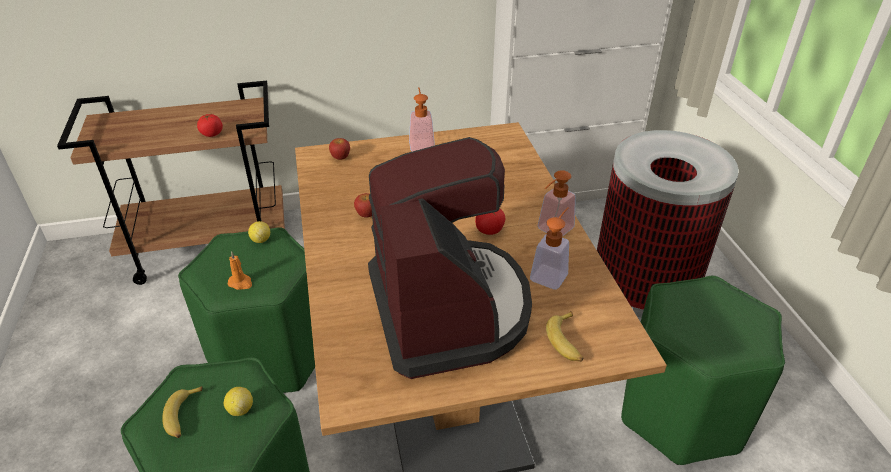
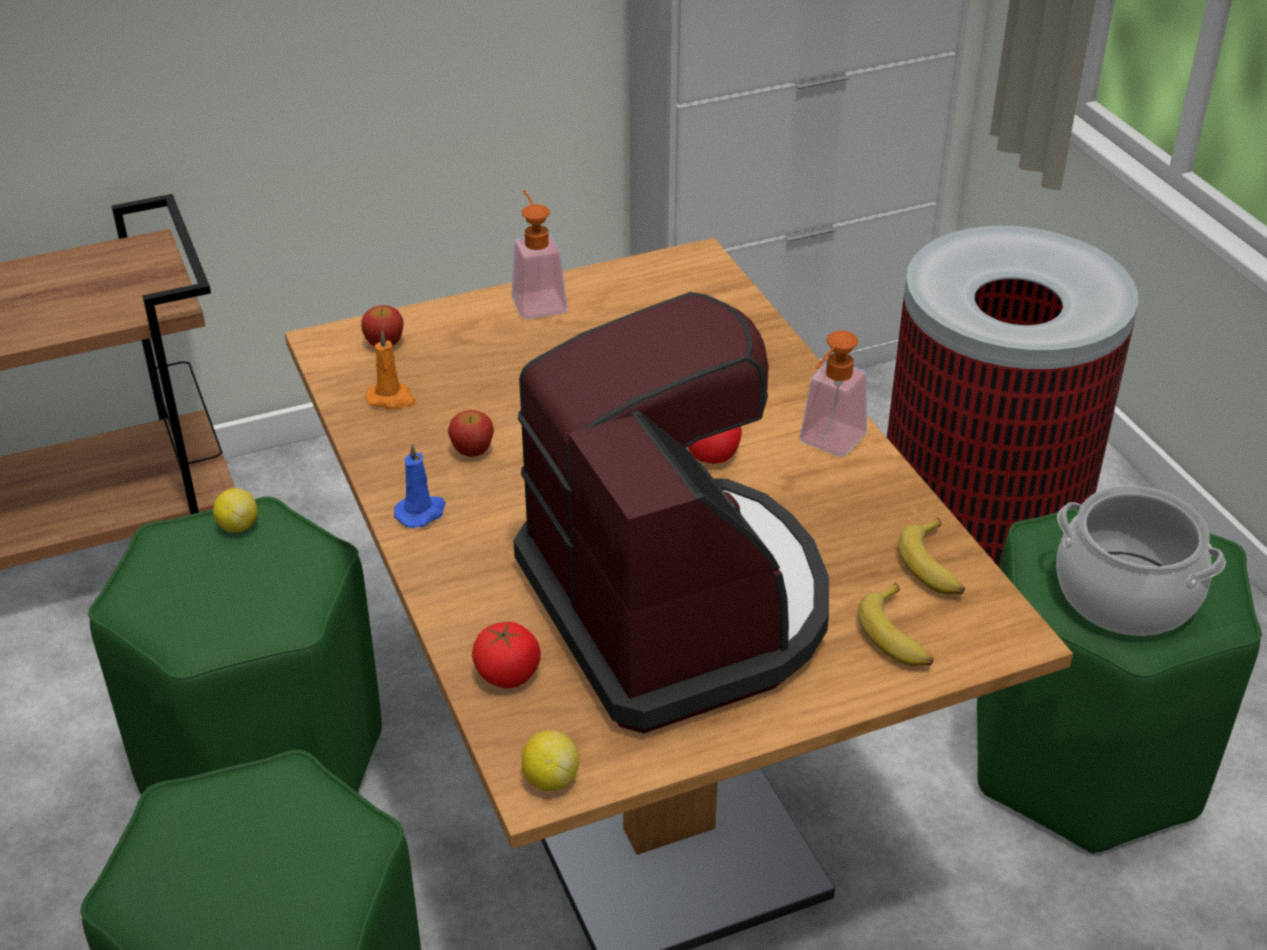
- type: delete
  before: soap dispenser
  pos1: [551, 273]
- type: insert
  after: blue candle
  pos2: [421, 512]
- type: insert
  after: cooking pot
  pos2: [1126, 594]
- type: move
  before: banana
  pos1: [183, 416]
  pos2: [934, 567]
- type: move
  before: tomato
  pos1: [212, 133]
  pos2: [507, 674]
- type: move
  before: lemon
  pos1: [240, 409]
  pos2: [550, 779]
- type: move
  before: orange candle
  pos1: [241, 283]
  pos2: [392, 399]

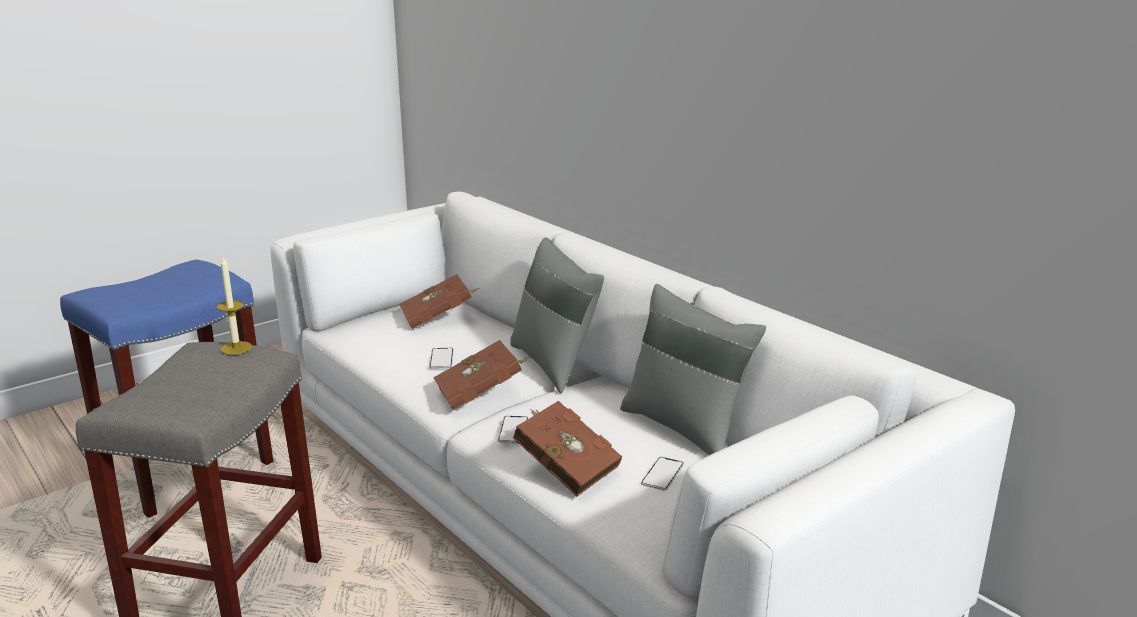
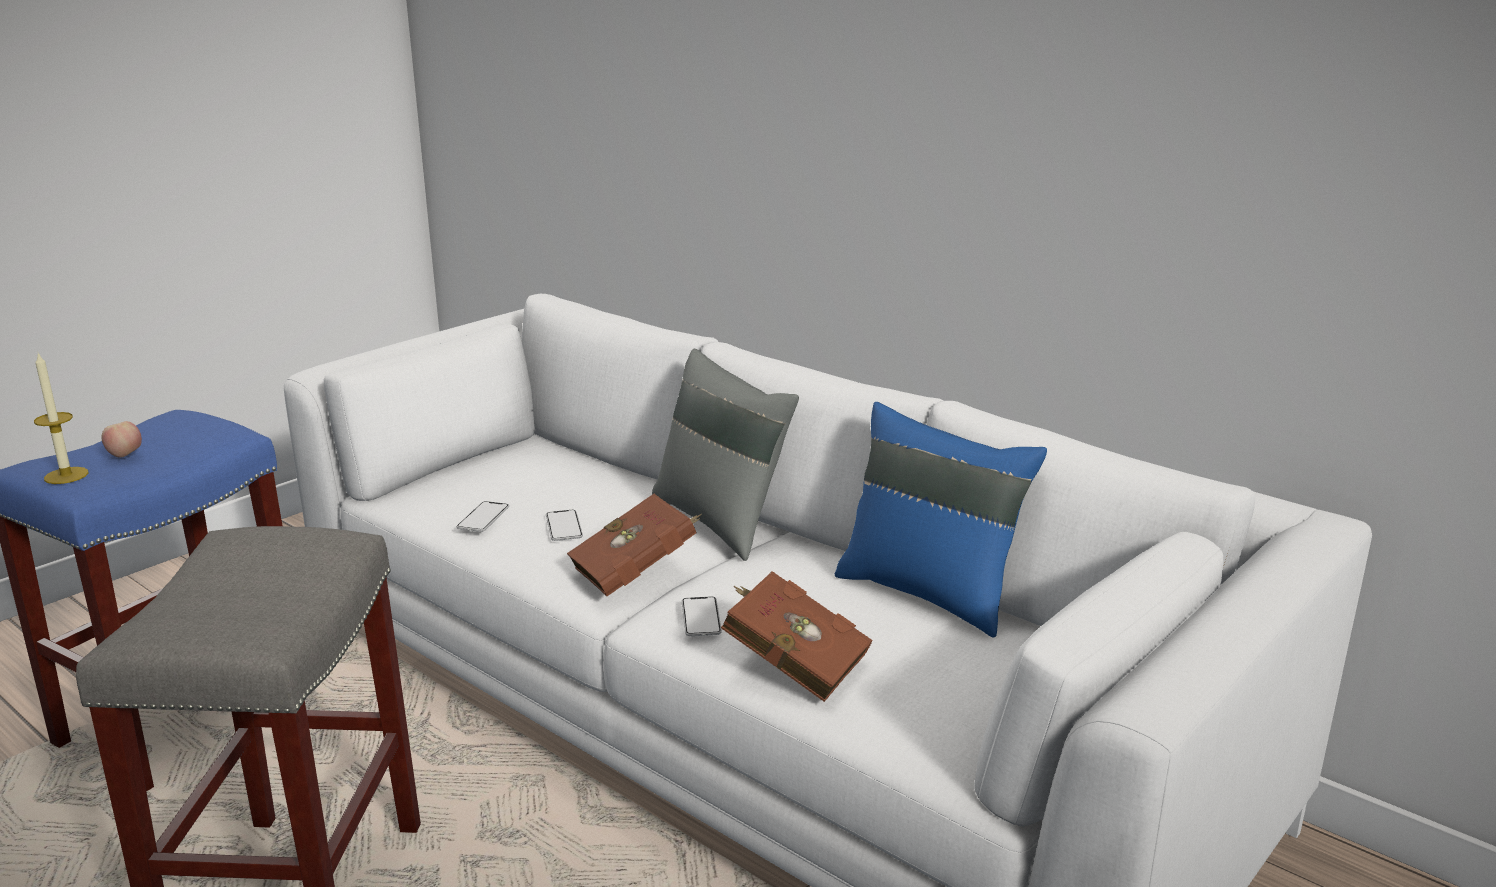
- type: delete
  before: brown book
  pos1: [439, 319]
- type: insert
  after: apple
  pos2: [125, 455]
- type: move
  before: candle
  pos1: [236, 348]
  pos2: [66, 475]
- type: move
  before: phone
  pos1: [662, 474]
  pos2: [483, 518]
- type: recolor
  before: grey pillow
  after: blue pillow
  pos1: [686, 427]
  pos2: [930, 593]

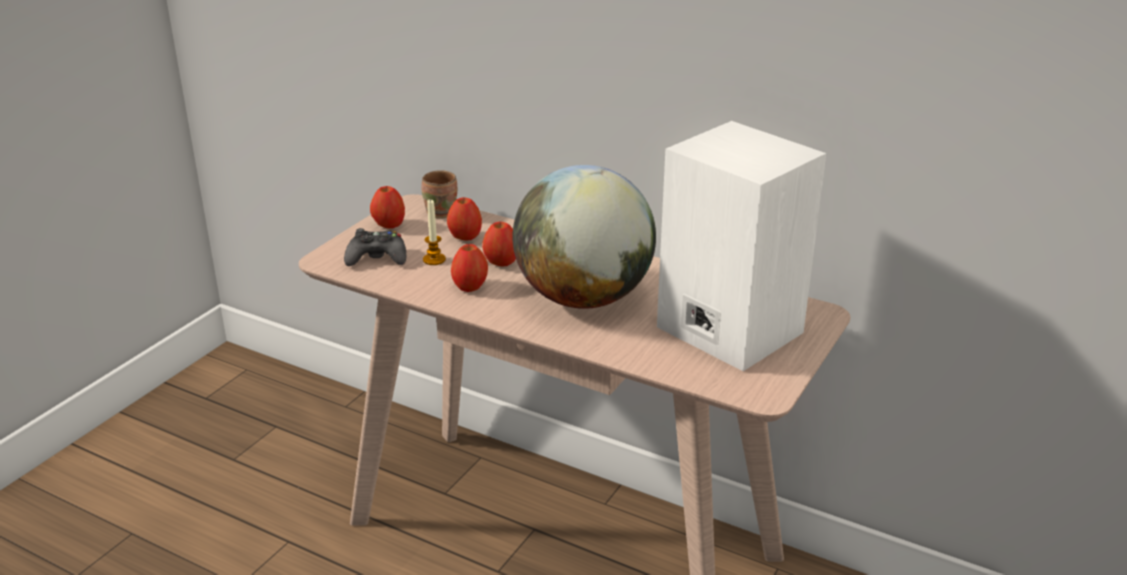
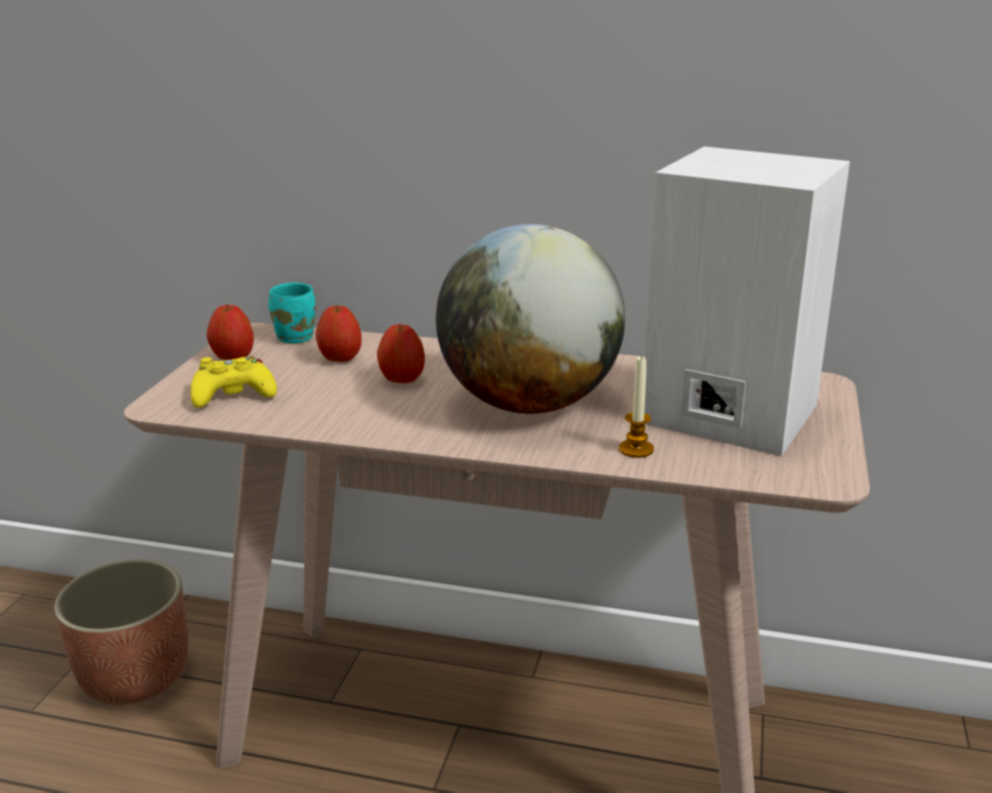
- type: delete
  before: apple
  pos1: [470, 287]
- type: insert
  after: planter
  pos2: [136, 676]
- type: move
  before: candle
  pos1: [434, 259]
  pos2: [636, 449]
- type: recolor
  before: black game controller
  after: yellow game controller
  pos1: [377, 258]
  pos2: [233, 394]
- type: recolor
  before: brown mug
  after: turquoise mug
  pos1: [443, 212]
  pos2: [297, 337]

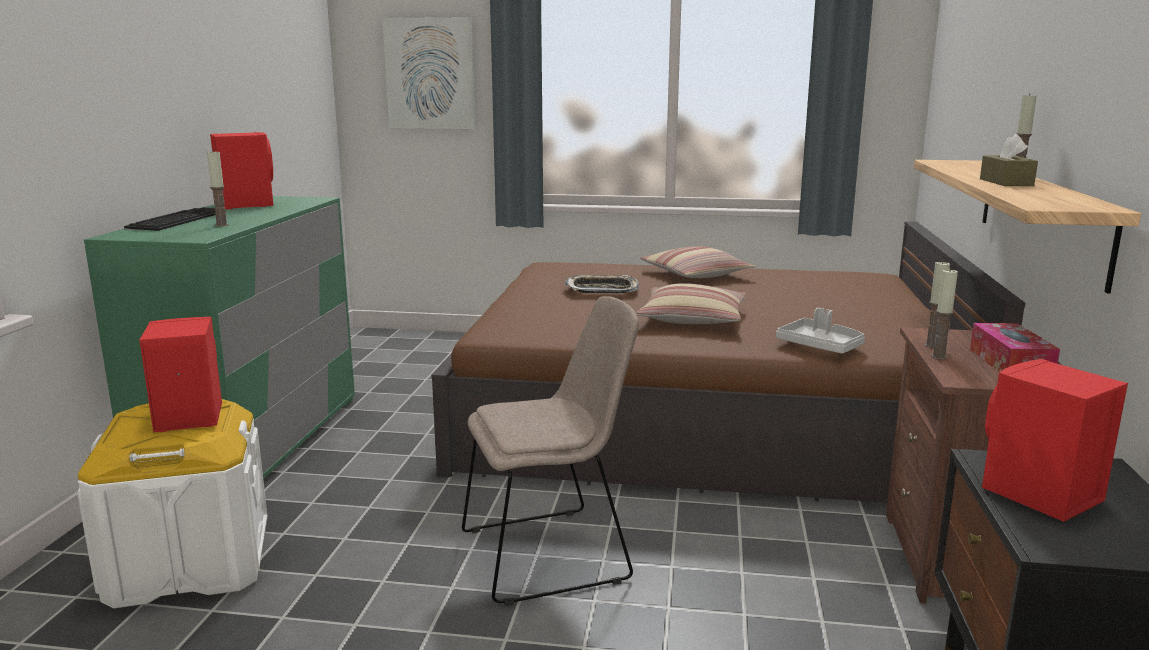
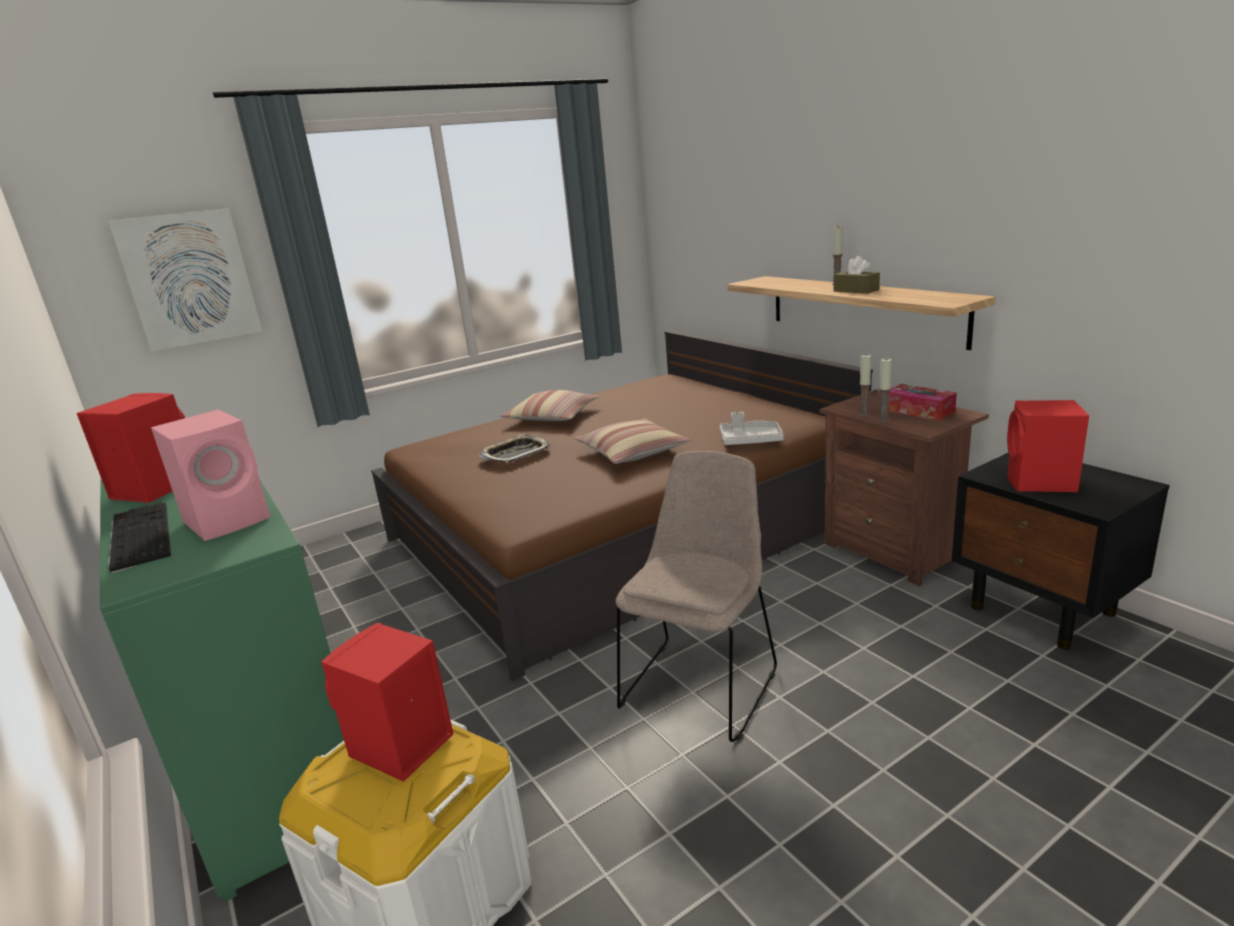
- type: replace
  before: candle
  after: pink speaker
  pos1: [221, 225]
  pos2: [230, 519]

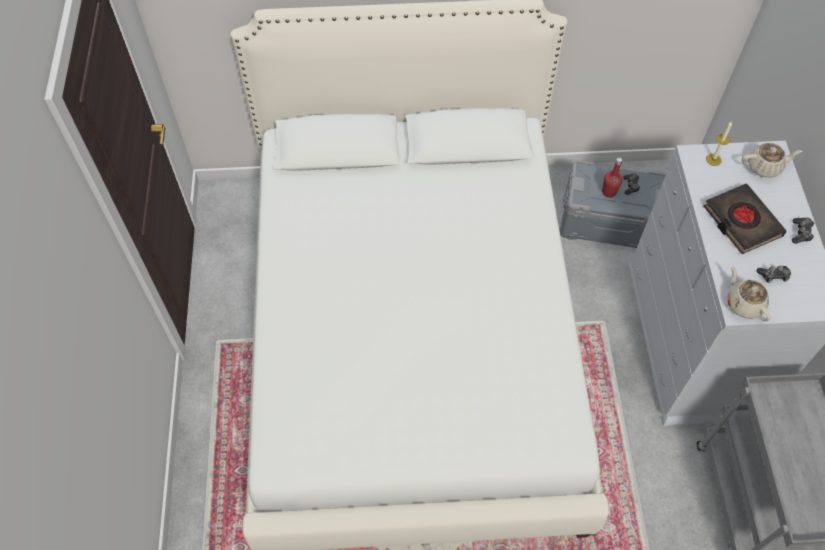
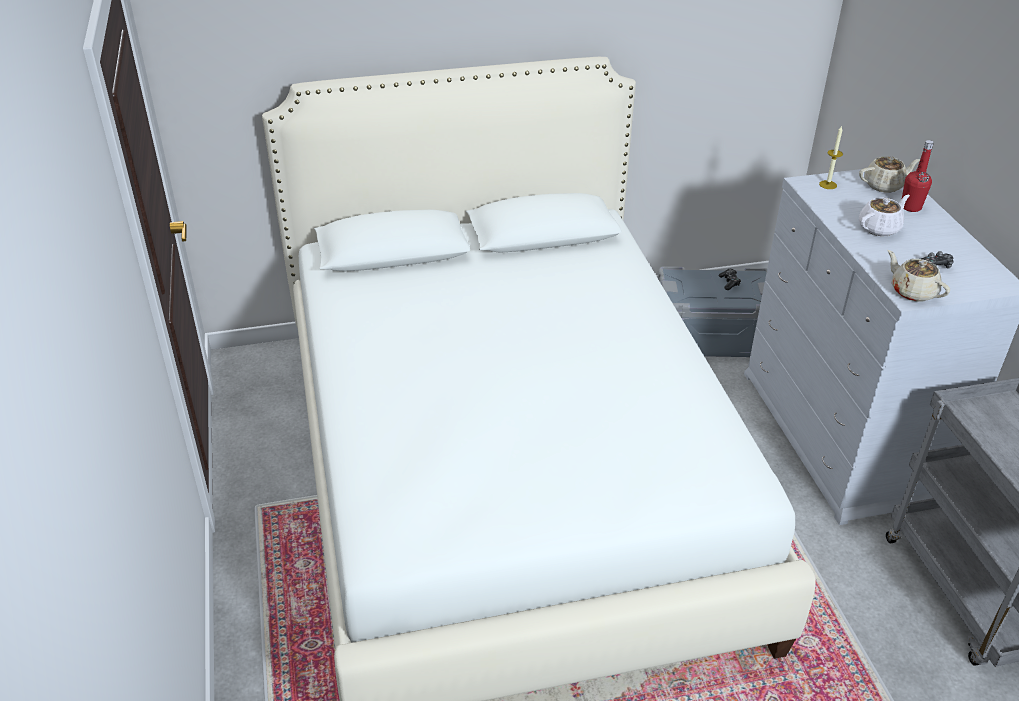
- type: delete
  before: game controller
  pos1: [801, 233]
- type: move
  before: red bottle
  pos1: [609, 192]
  pos2: [910, 207]
- type: replace
  before: black book
  after: white teapot
  pos1: [741, 221]
  pos2: [879, 228]

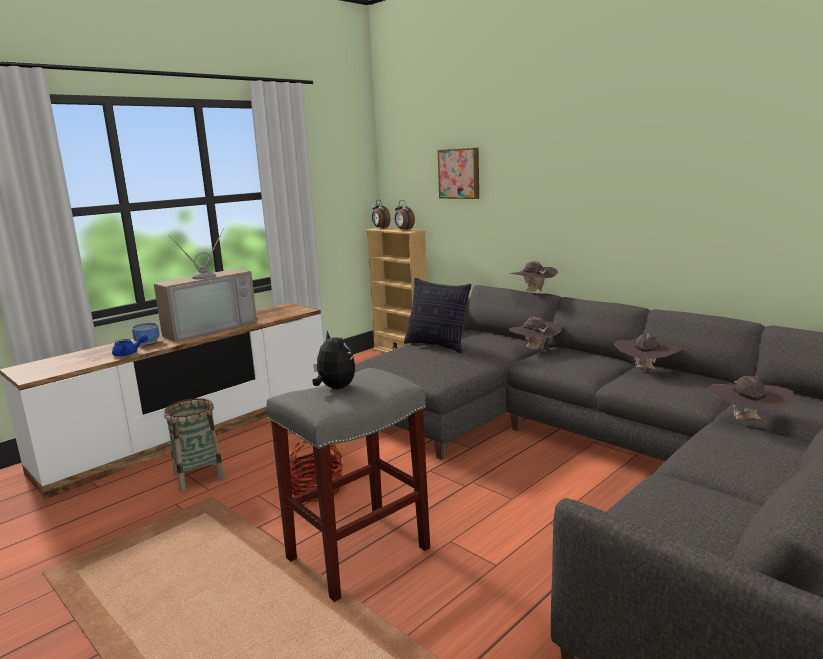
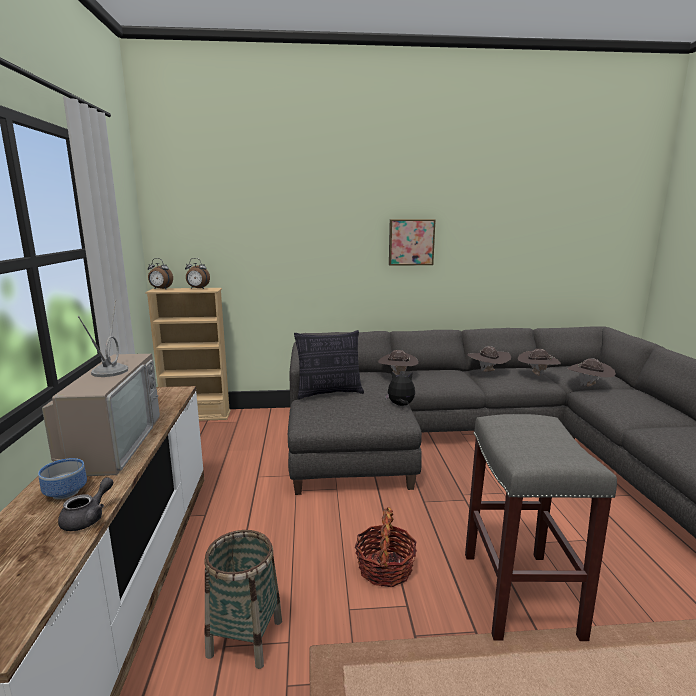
- type: move
  before: plush toy
  pos1: [334, 388]
  pos2: [400, 405]
- type: move
  before: picture
  pos1: [460, 173]
  pos2: [411, 242]
- type: move
  before: brown hat
  pos1: [533, 292]
  pos2: [537, 375]
- type: recolor
  before: blue teapot
  after: grey teapot
  pos1: [129, 353]
  pos2: [88, 518]

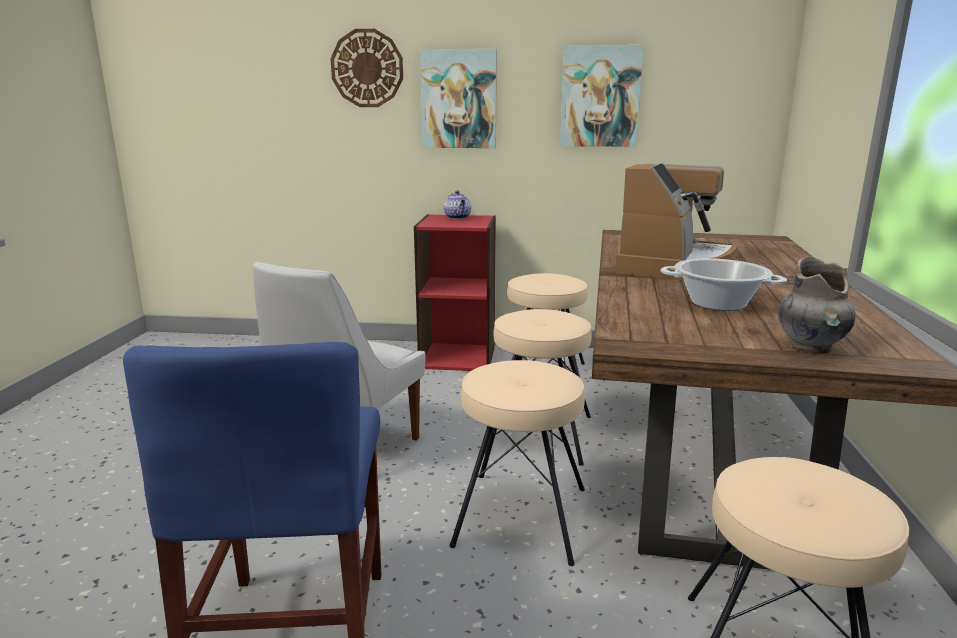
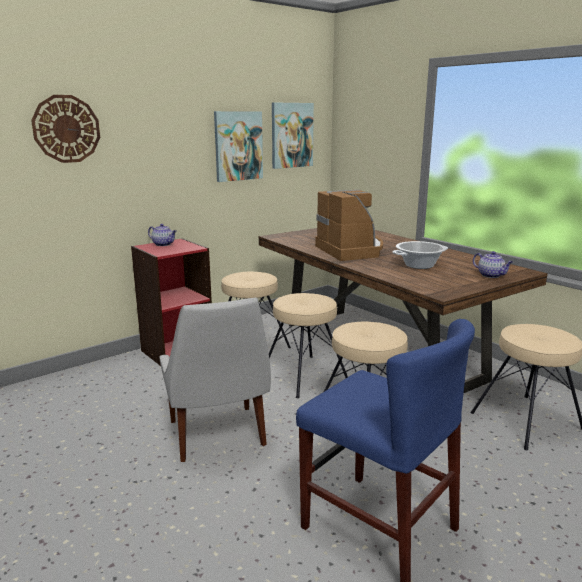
- type: move
  before: picture
  pos1: [459, 99]
  pos2: [291, 135]
- type: replace
  before: grey vase
  after: teapot
  pos1: [810, 348]
  pos2: [491, 275]

